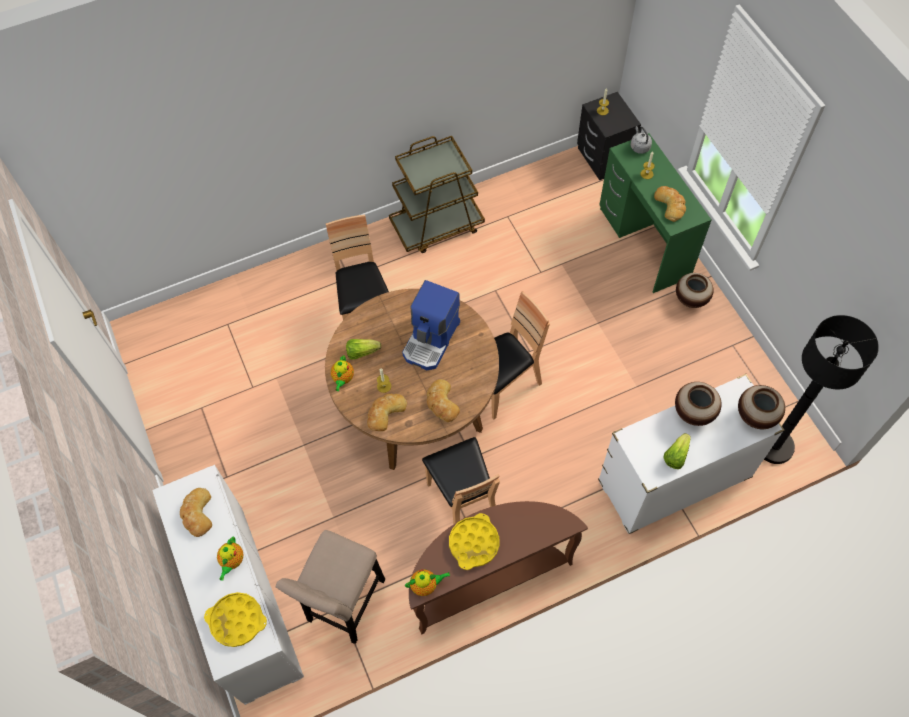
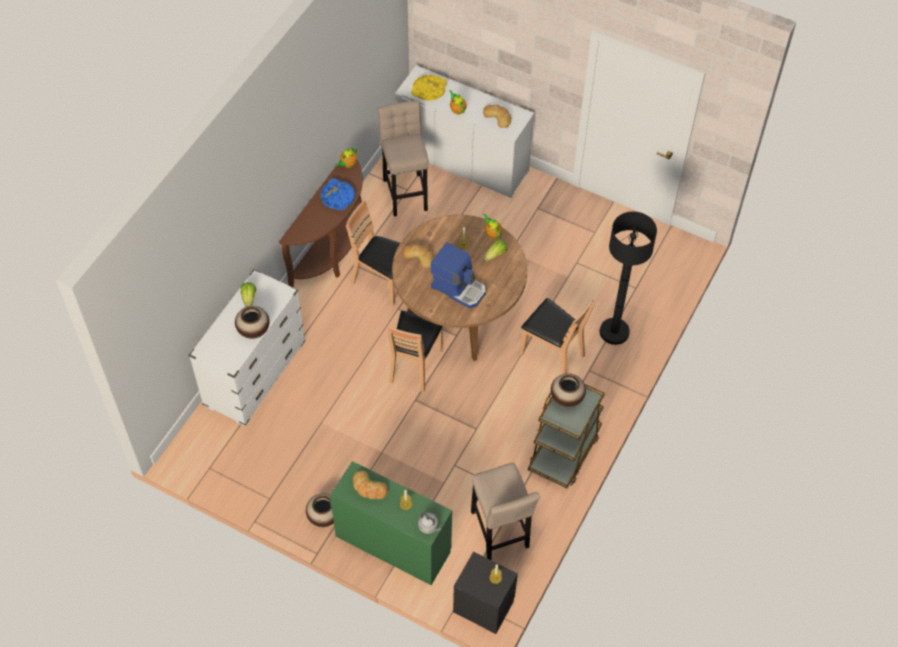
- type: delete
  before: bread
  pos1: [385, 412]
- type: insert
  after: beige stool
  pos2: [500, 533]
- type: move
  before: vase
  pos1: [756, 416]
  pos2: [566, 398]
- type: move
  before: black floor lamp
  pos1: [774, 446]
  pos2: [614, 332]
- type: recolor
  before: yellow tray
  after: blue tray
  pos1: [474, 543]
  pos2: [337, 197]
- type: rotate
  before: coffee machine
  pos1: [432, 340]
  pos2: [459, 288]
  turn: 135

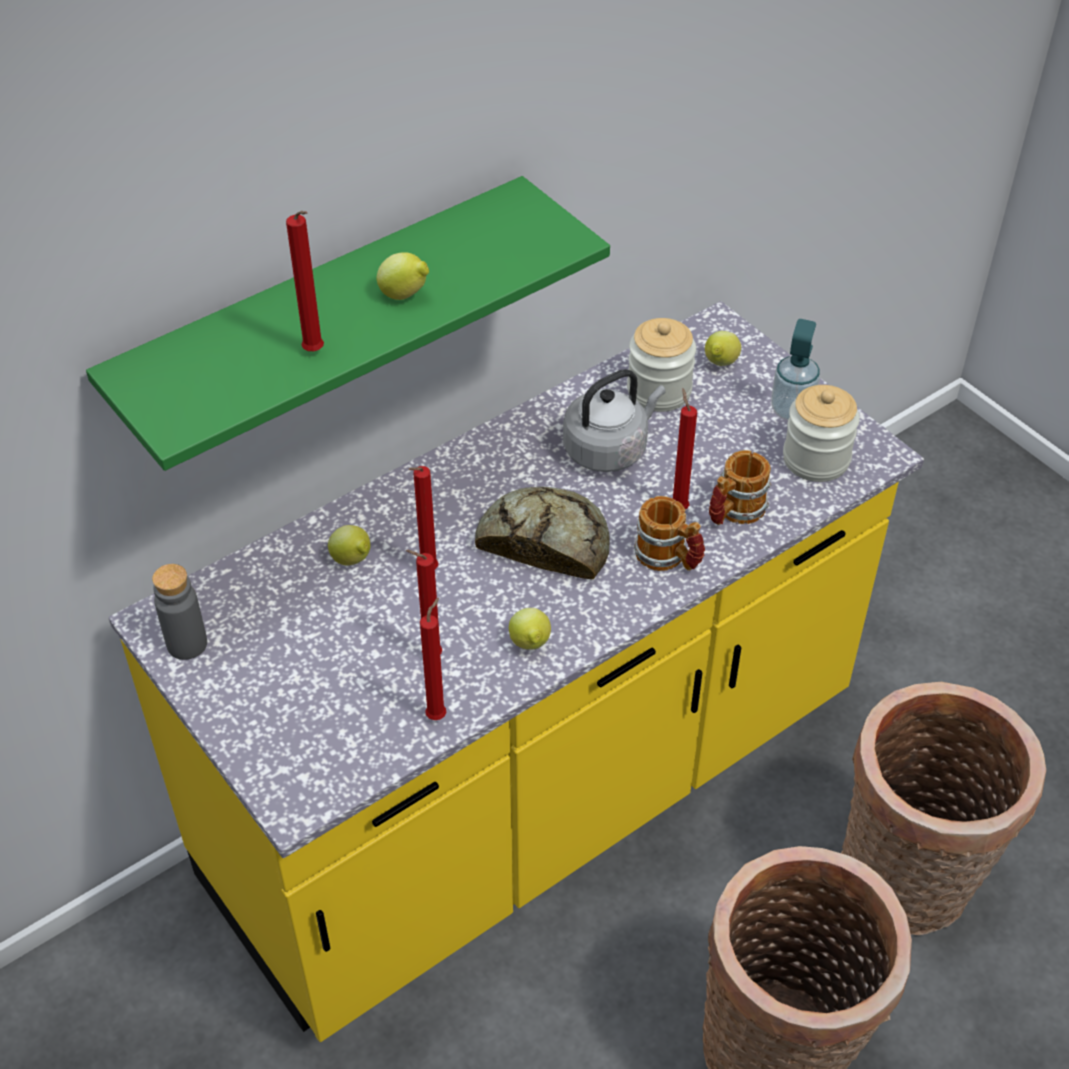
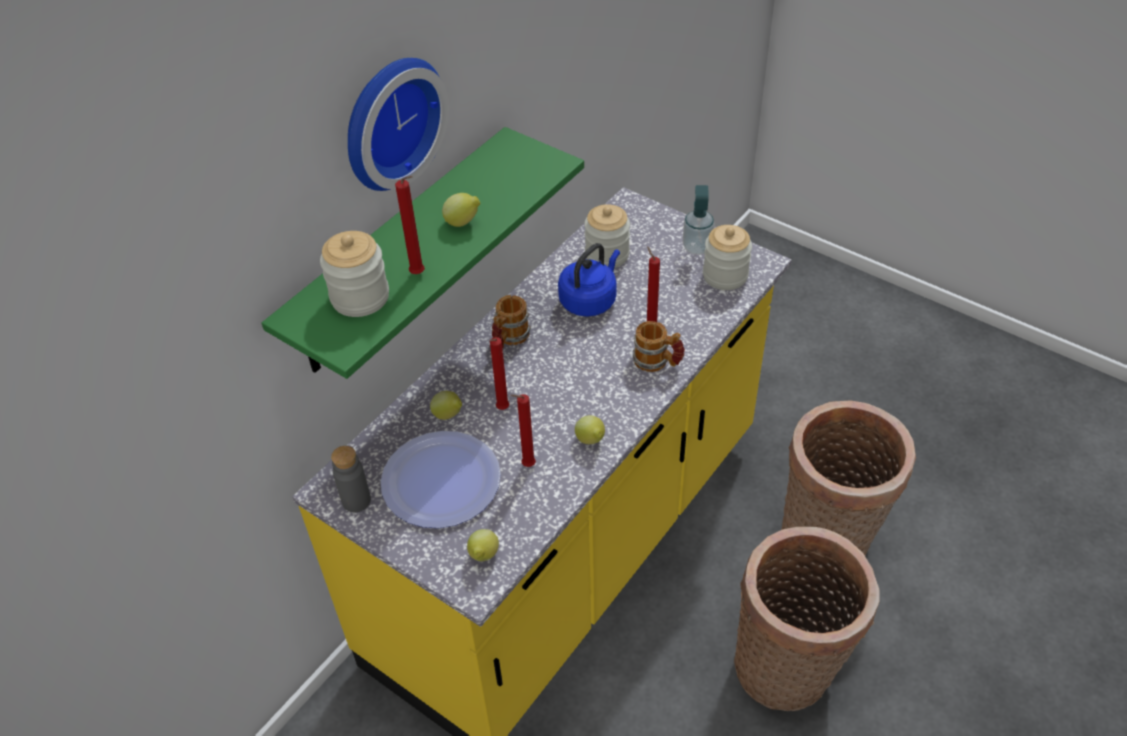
- type: delete
  before: red candle
  pos1: [438, 714]
- type: delete
  before: bread
  pos1: [545, 541]
- type: insert
  after: jar
  pos2: [360, 297]
- type: insert
  after: wall clock
  pos2: [388, 121]
- type: insert
  after: plate
  pos2: [441, 481]
- type: move
  before: lemon
  pos1: [720, 364]
  pos2: [483, 556]
- type: move
  before: mug
  pos1: [734, 512]
  pos2: [509, 338]
- type: recolor
  before: grey kettle
  after: blue kettle
  pos1: [609, 449]
  pos2: [590, 300]

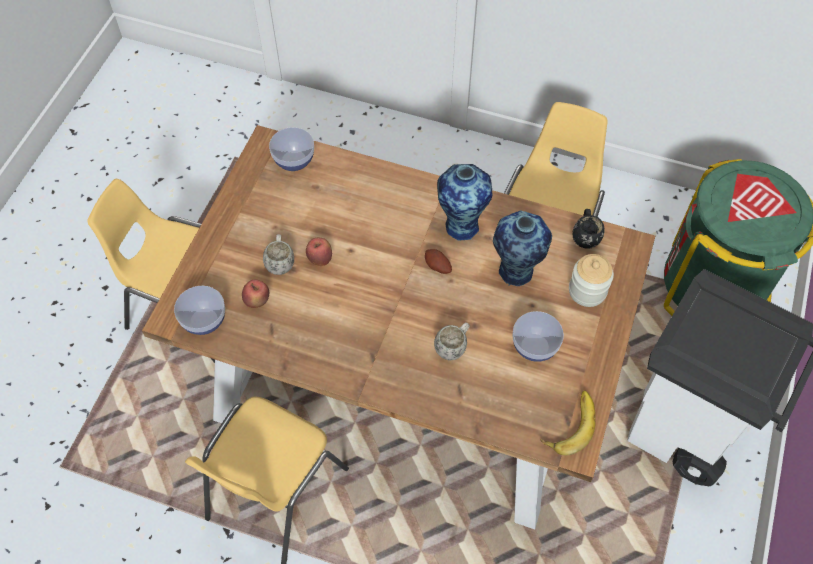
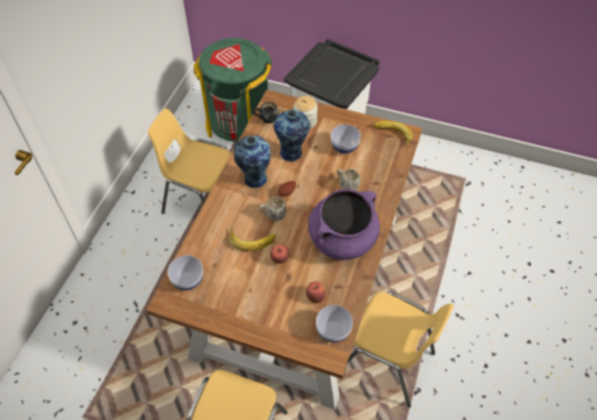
- type: insert
  after: banana
  pos2: [252, 238]
- type: insert
  after: purple cooking pot
  pos2: [342, 239]
- type: move
  before: white mug
  pos1: [280, 262]
  pos2: [272, 215]

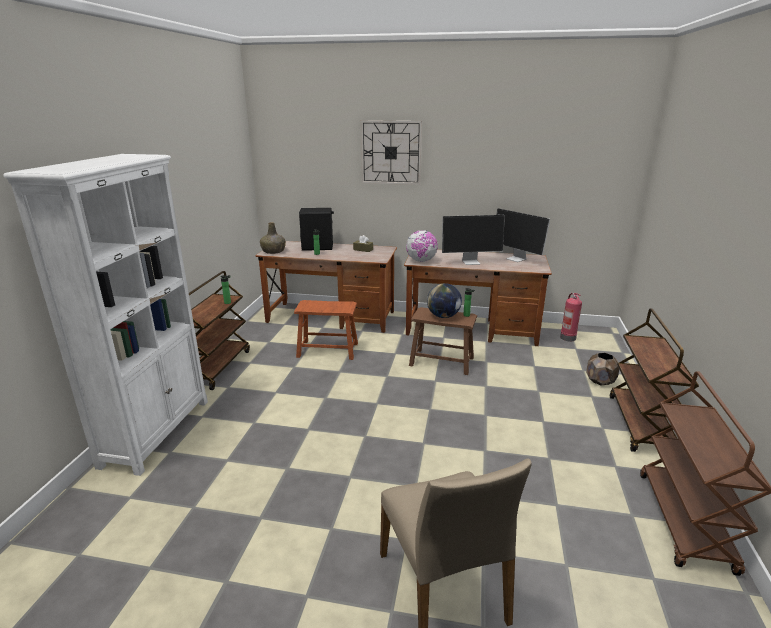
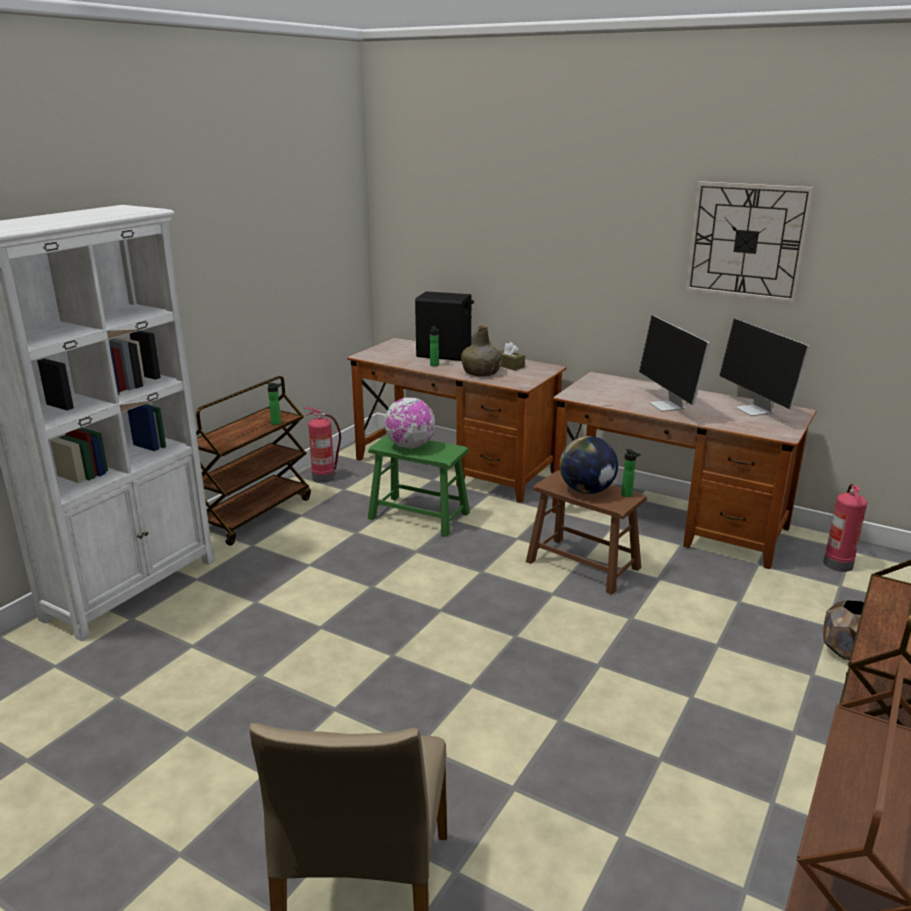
- type: insert
  after: fire extinguisher
  pos2: [324, 477]
- type: move
  before: green bottle
  pos1: [273, 251]
  pos2: [481, 372]
- type: move
  before: wall clock
  pos1: [391, 152]
  pos2: [746, 241]
- type: move
  before: globe
  pos1: [421, 261]
  pos2: [410, 446]
- type: recolor
  before: brown stool
  after: green stool
  pos1: [328, 350]
  pos2: [419, 516]
- type: rotate
  before: monitor
  pos1: [471, 262]
  pos2: [668, 406]
  turn: 60

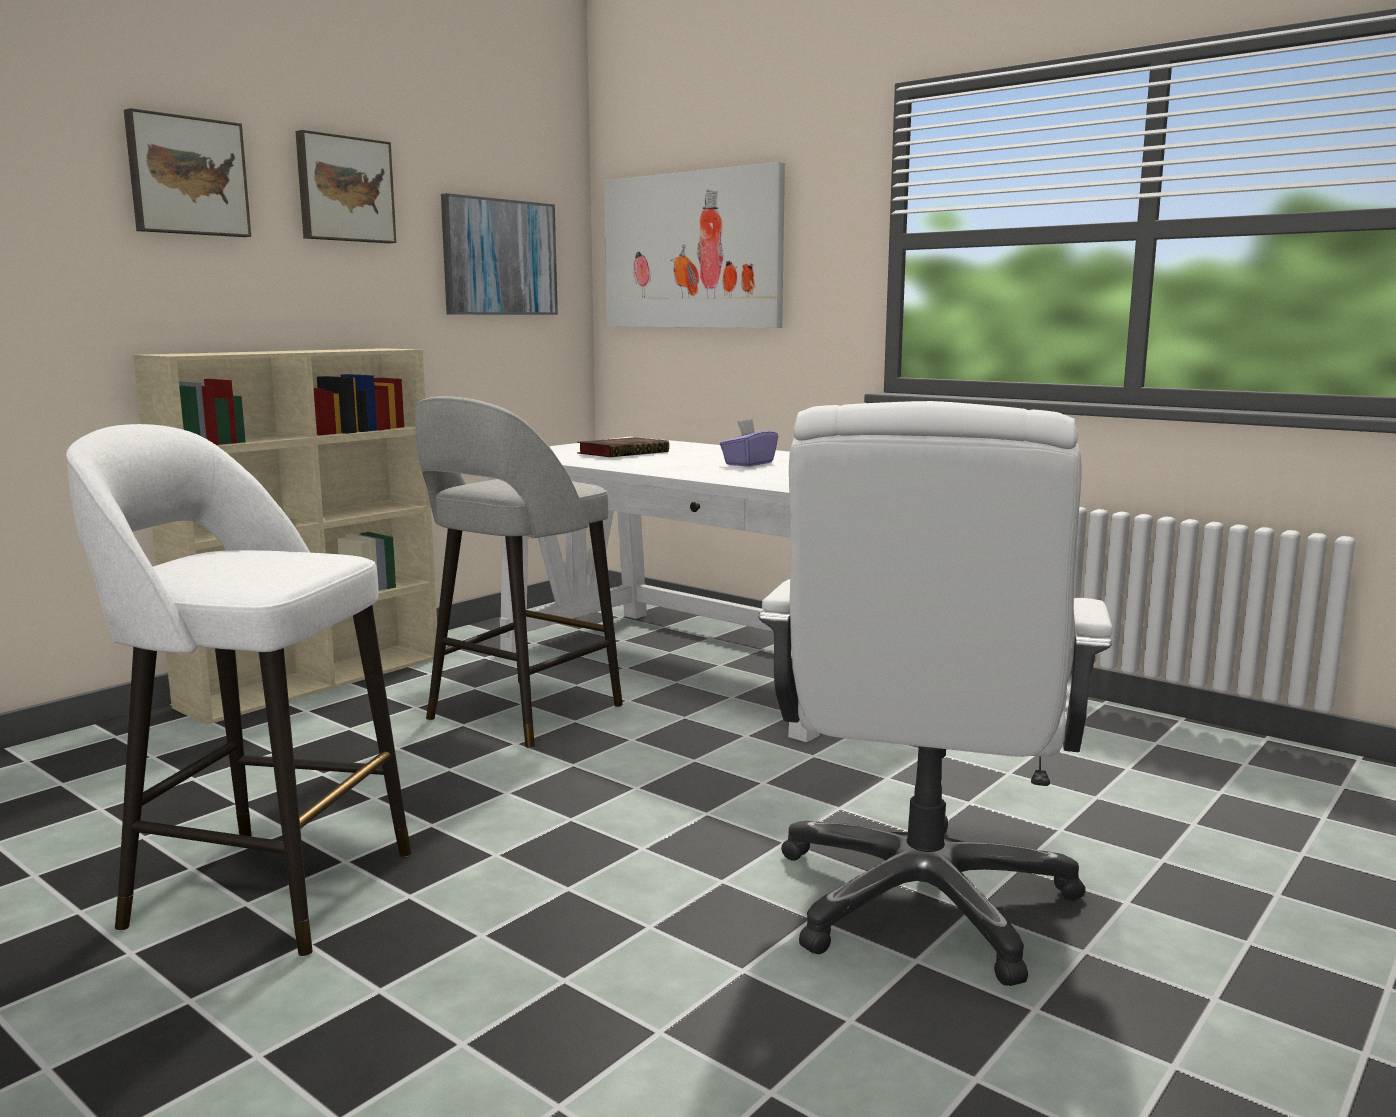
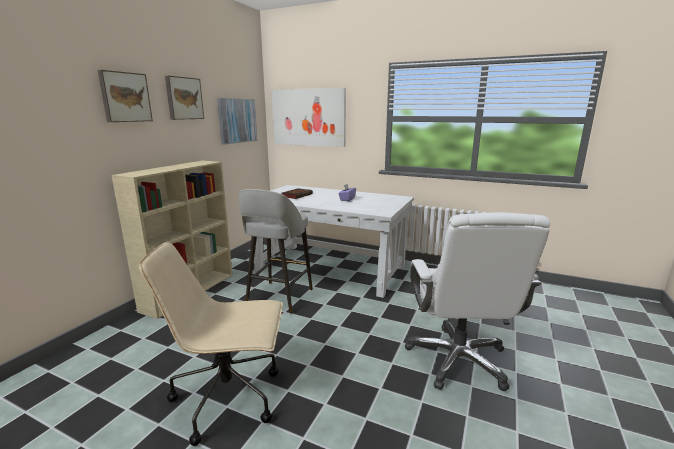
- type: replace
  before: white stool
  after: beige office chair
  pos1: [264, 888]
  pos2: [230, 397]

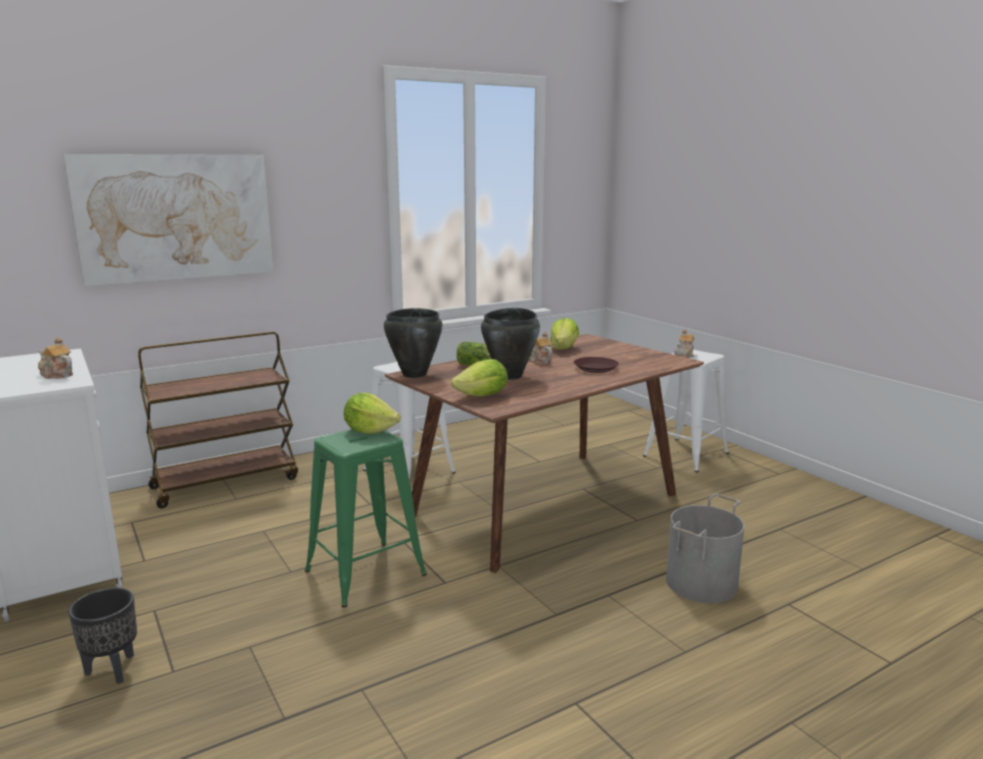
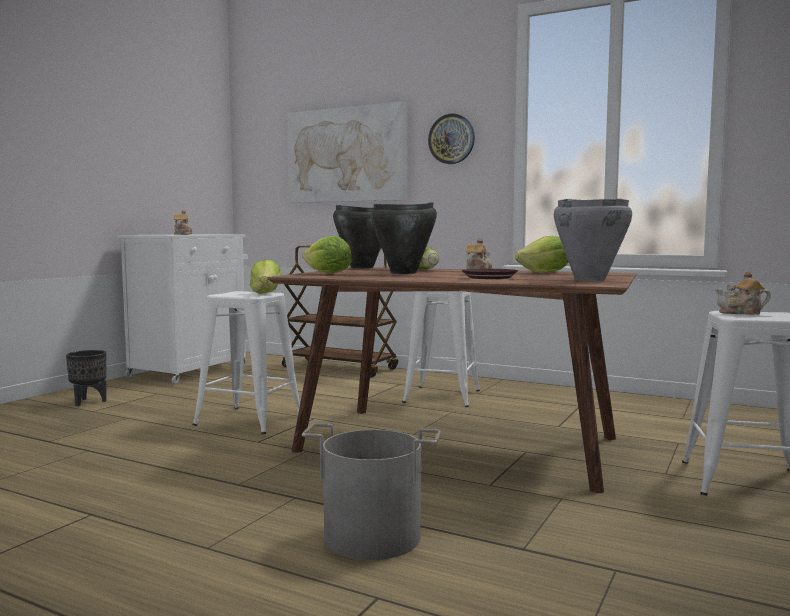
- type: insert
  after: wall clock
  pos2: [451, 139]
- type: insert
  after: grey cooking pot
  pos2: [590, 279]
- type: recolor
  before: green stool
  after: white stool
  pos1: [365, 573]
  pos2: [249, 420]

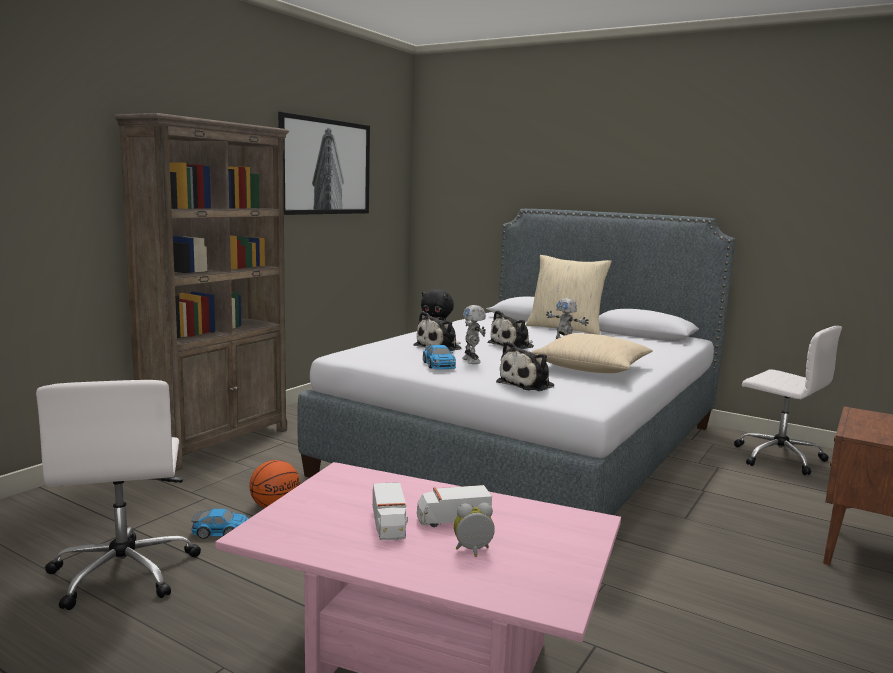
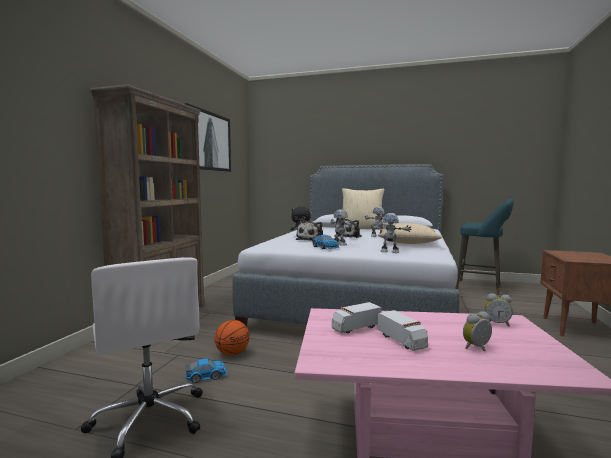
- type: insert
  after: alarm clock
  pos2: [497, 323]
- type: move
  before: toy truck
  pos1: [452, 520]
  pos2: [355, 328]
- type: replace
  before: plush toy
  after: toy robot
  pos1: [528, 384]
  pos2: [390, 251]
- type: replace
  before: white office chair
  after: turquoise stool
  pos1: [777, 457]
  pos2: [482, 288]

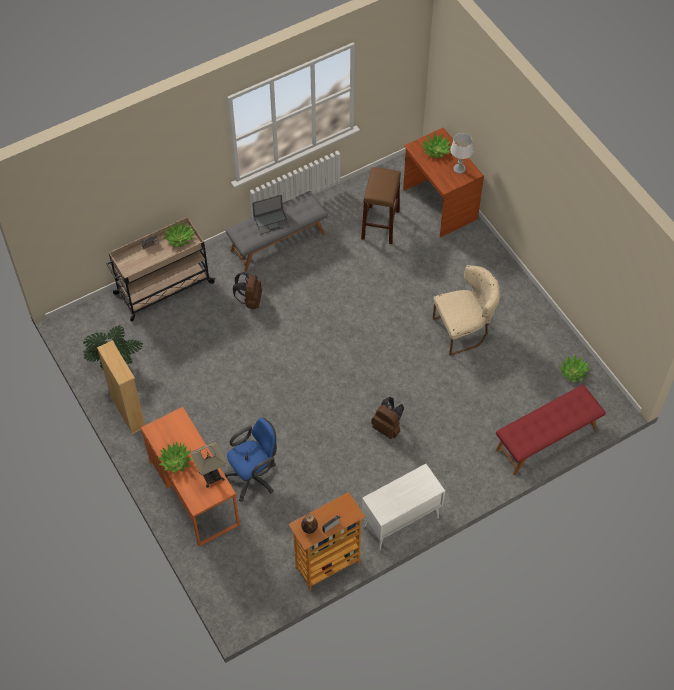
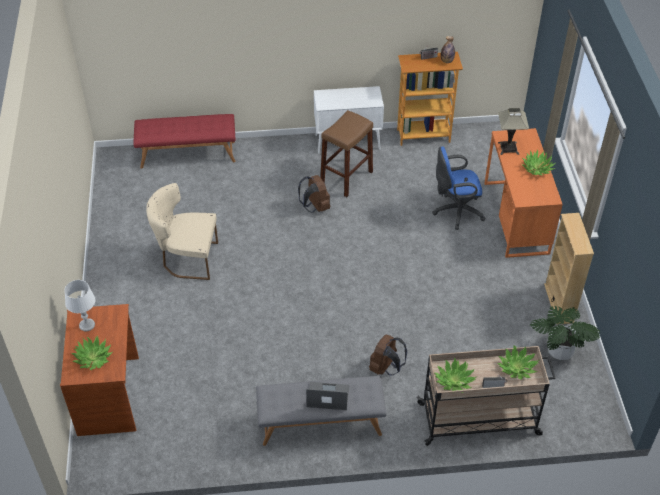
- type: move
  before: brown stool
  pos1: [380, 224]
  pos2: [346, 178]
- type: move
  before: potted plant
  pos1: [573, 372]
  pos2: [517, 367]

